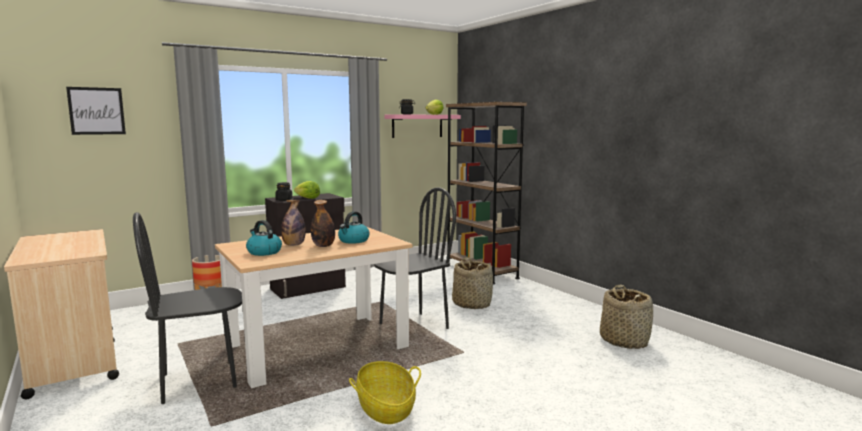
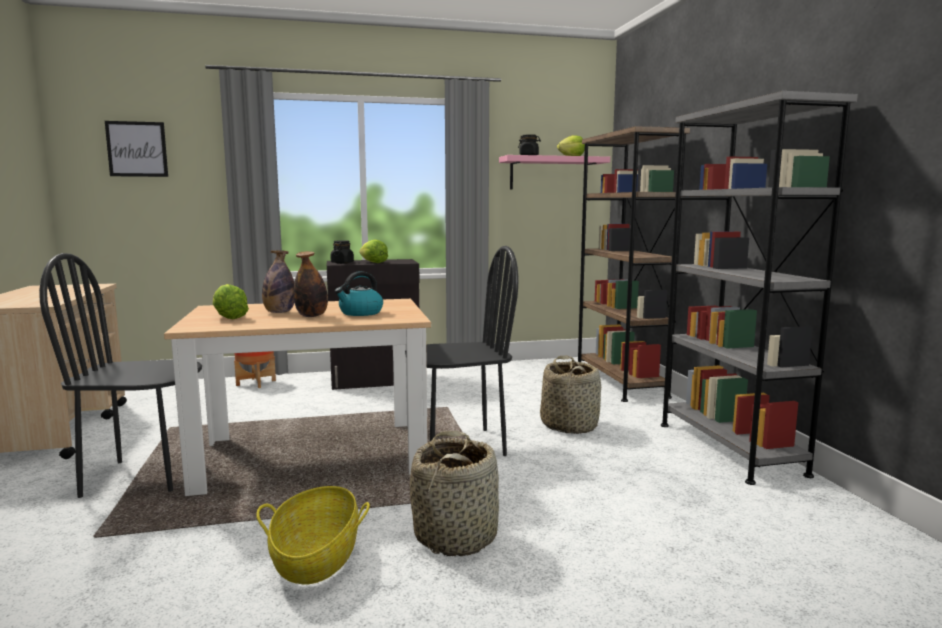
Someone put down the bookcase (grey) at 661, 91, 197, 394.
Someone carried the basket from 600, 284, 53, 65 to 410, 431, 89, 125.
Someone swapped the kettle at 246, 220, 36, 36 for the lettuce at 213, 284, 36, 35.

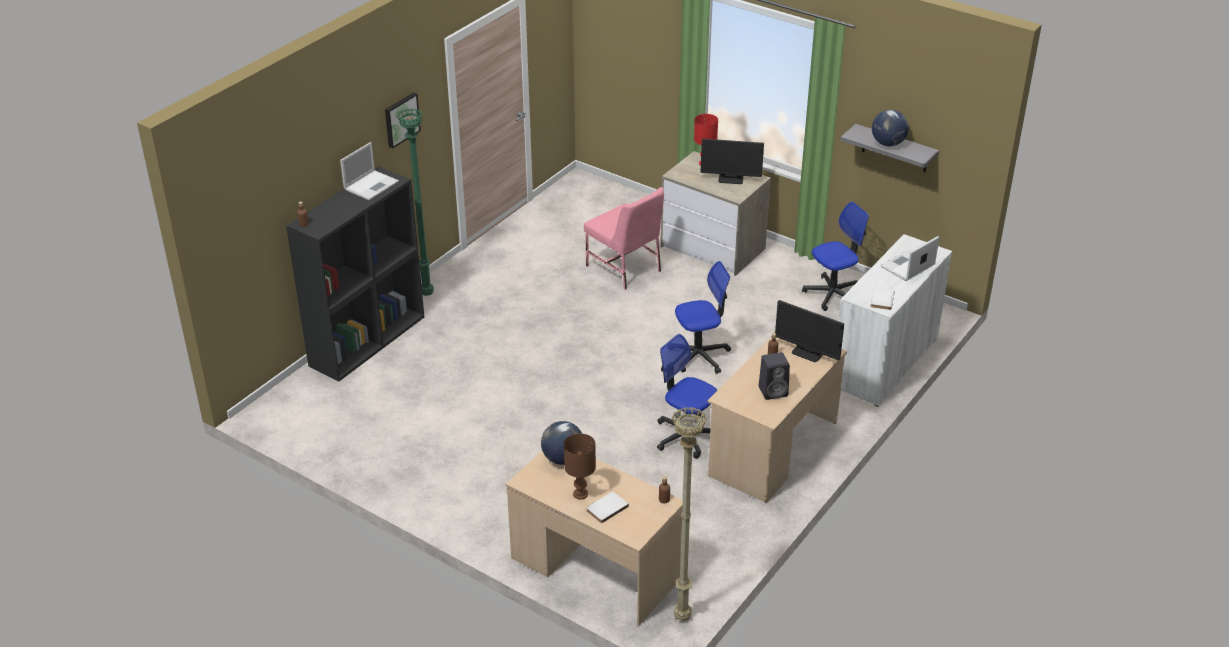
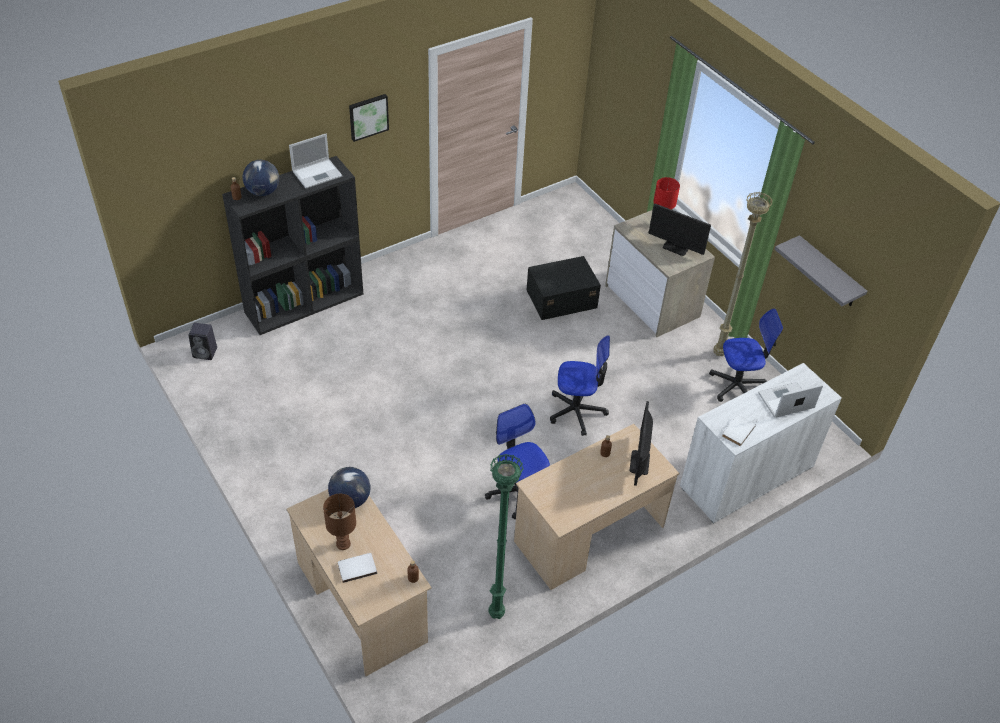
Someone carried the floor lamp (green) from 397, 108, 37, 188 to 489, 453, 34, 166.
Someone carried the floor lamp (beige) from 672, 407, 35, 214 to 713, 192, 60, 164.
Someone carried the speaker (black) from 759, 352, 31, 48 to 188, 323, 29, 37.
Someone carried the globe from 872, 110, 37, 36 to 243, 160, 36, 36.
Someone swapped the chair (pink) at 584, 187, 80, 103 for the storage box (black) at 527, 256, 74, 64.
Someone rotated the monitor at 775, 300, 69, 62 by 45 degrees clockwise.

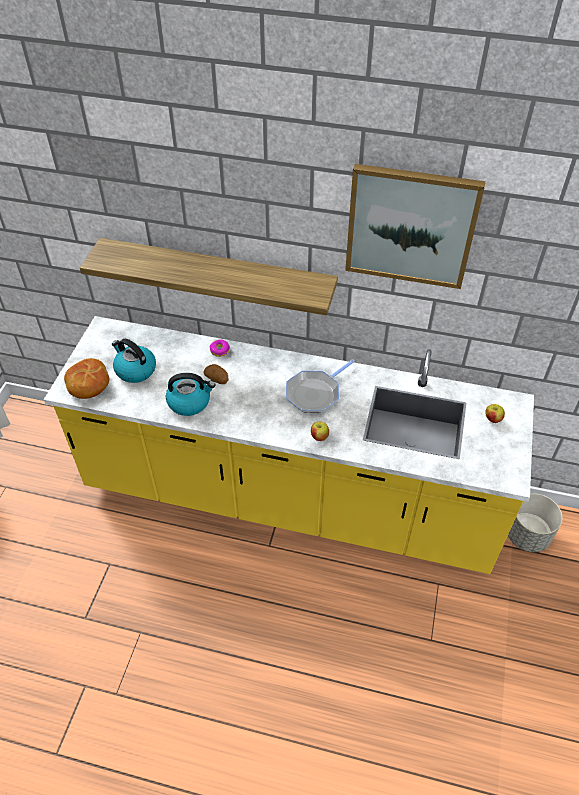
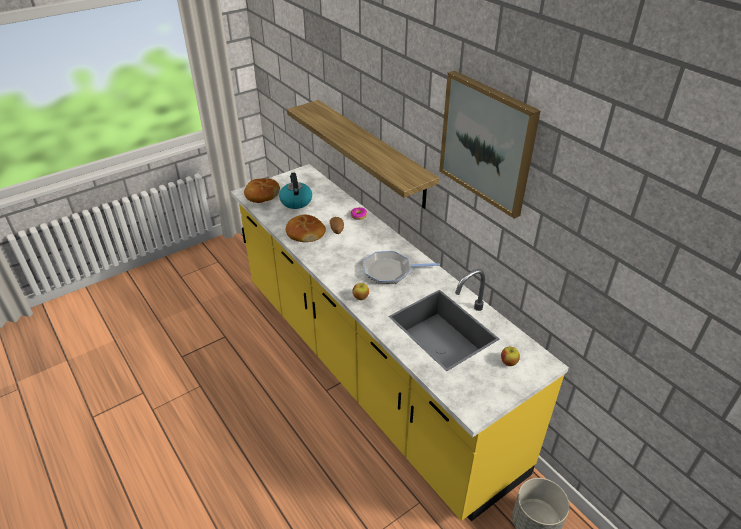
Someone swapped the kettle at 166, 373, 49, 43 for the bread at 286, 215, 40, 27.

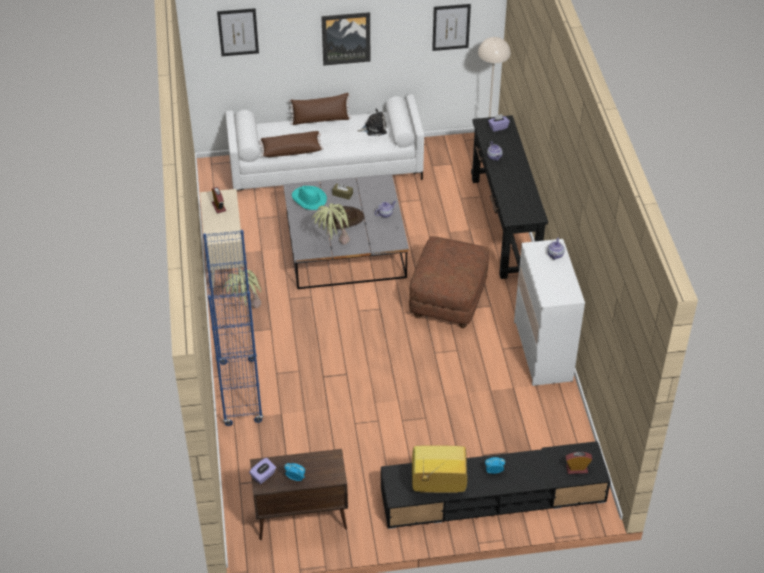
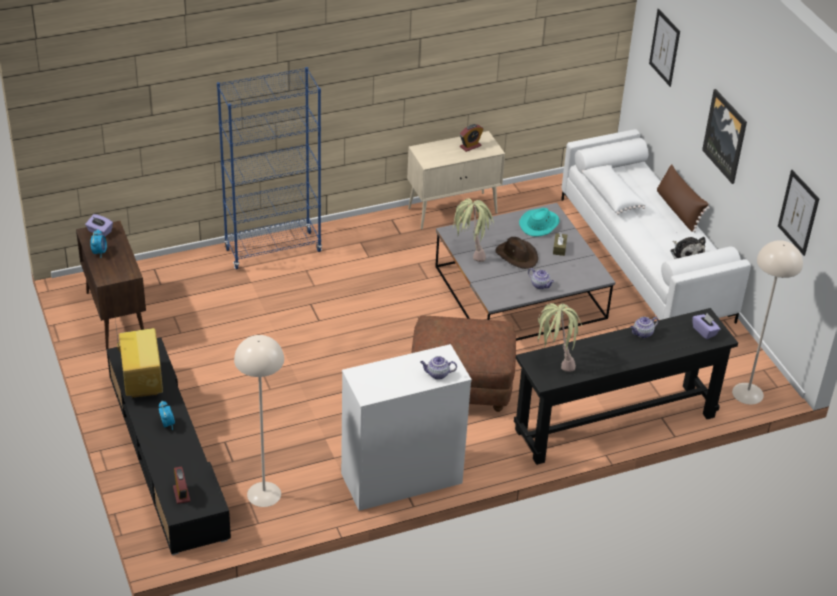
Someone put down the floor lamp (beige) at 234, 335, 50, 172.
Someone carried the potted plant from 223, 270, 38, 38 to 538, 303, 44, 69.
Someone repainted the pillow (brown) at 259, 131, 65, 26, which became the pillow (white) at 582, 165, 65, 50.

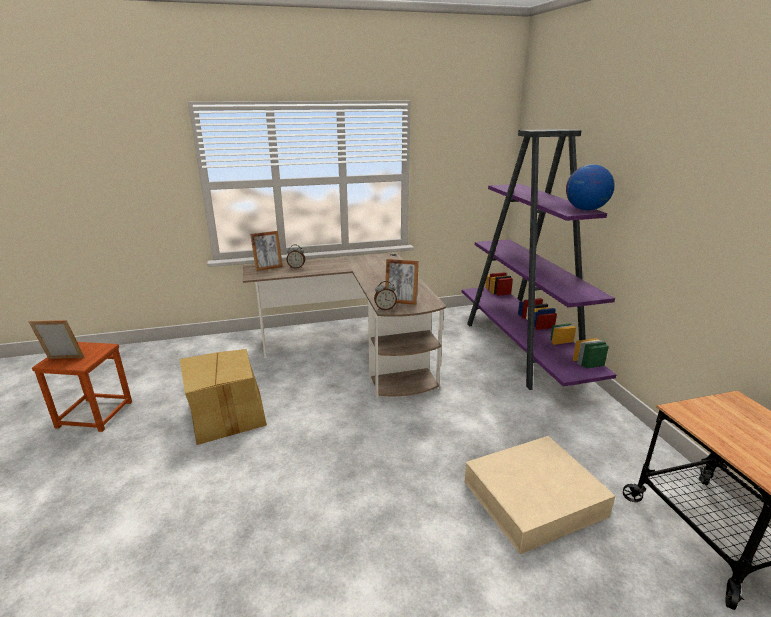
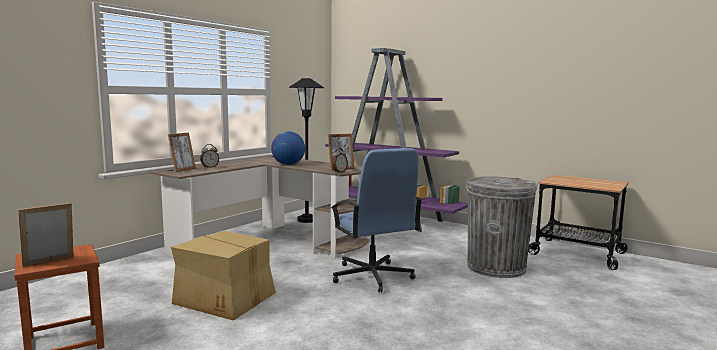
Someone put down the floor lamp (black) at 289, 78, 35, 145.
Someone put down the office chair (blue) at 331, 148, 91, 145.
Someone carried the globe from 566, 164, 49, 47 to 271, 131, 34, 34.
Someone swapped the storage box (beige) at 464, 436, 151, 118 for the trash can (grey) at 466, 176, 72, 102.

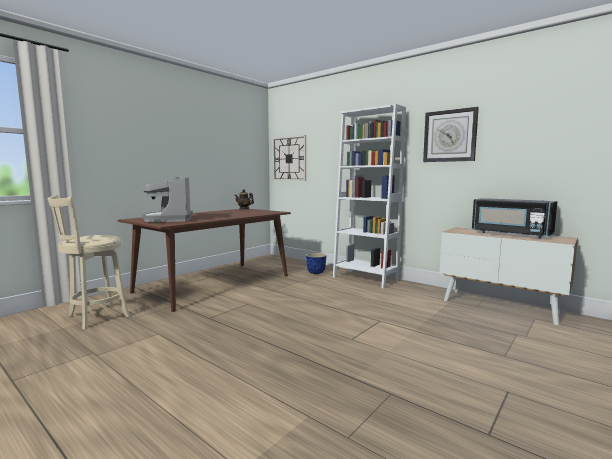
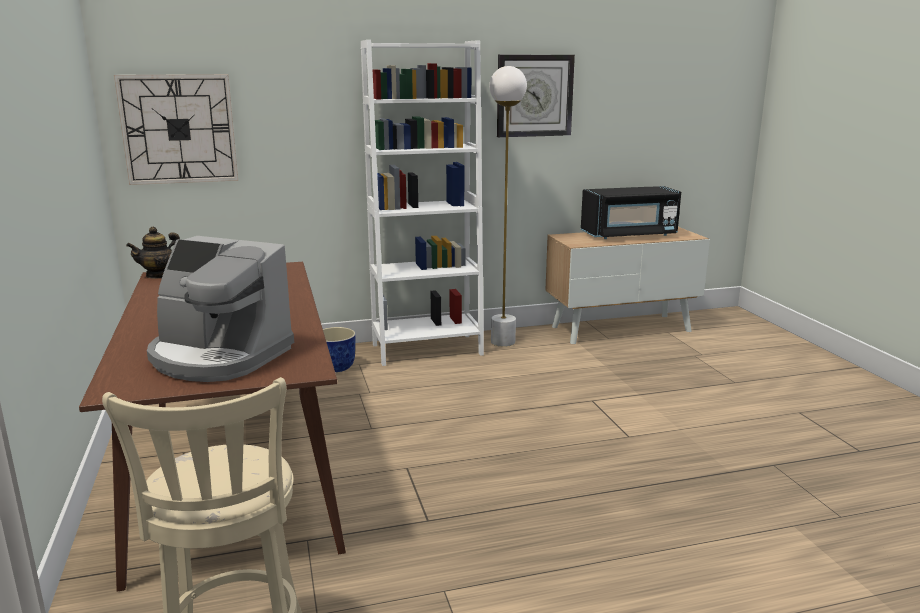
Someone put down the floor lamp (white) at 489, 66, 38, 281.

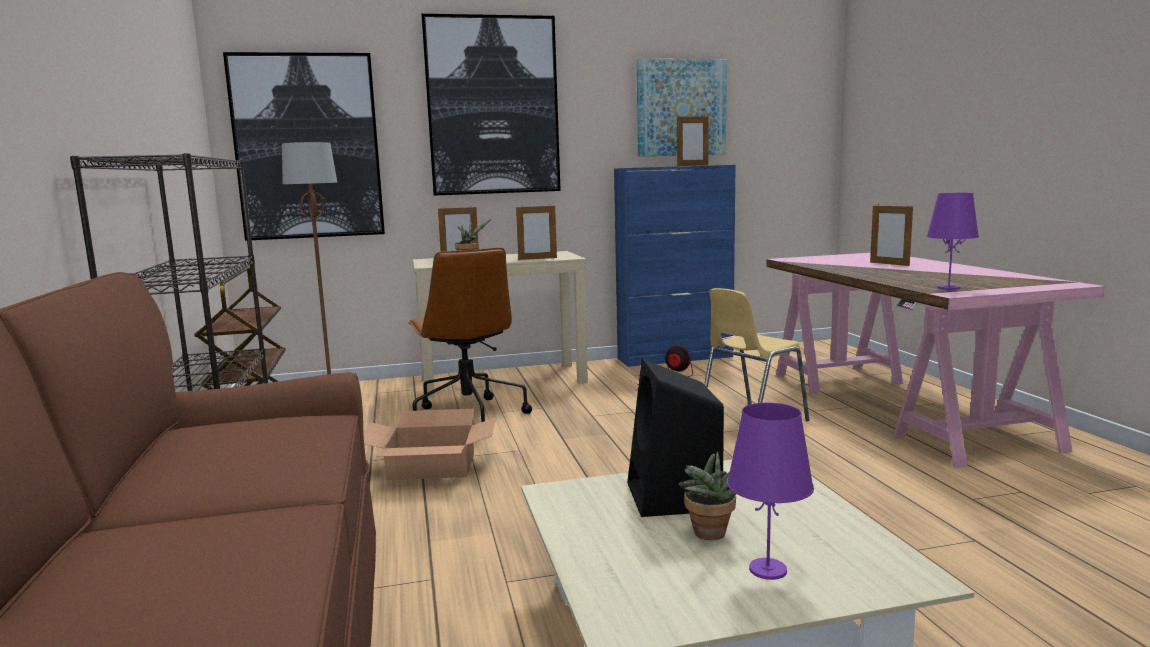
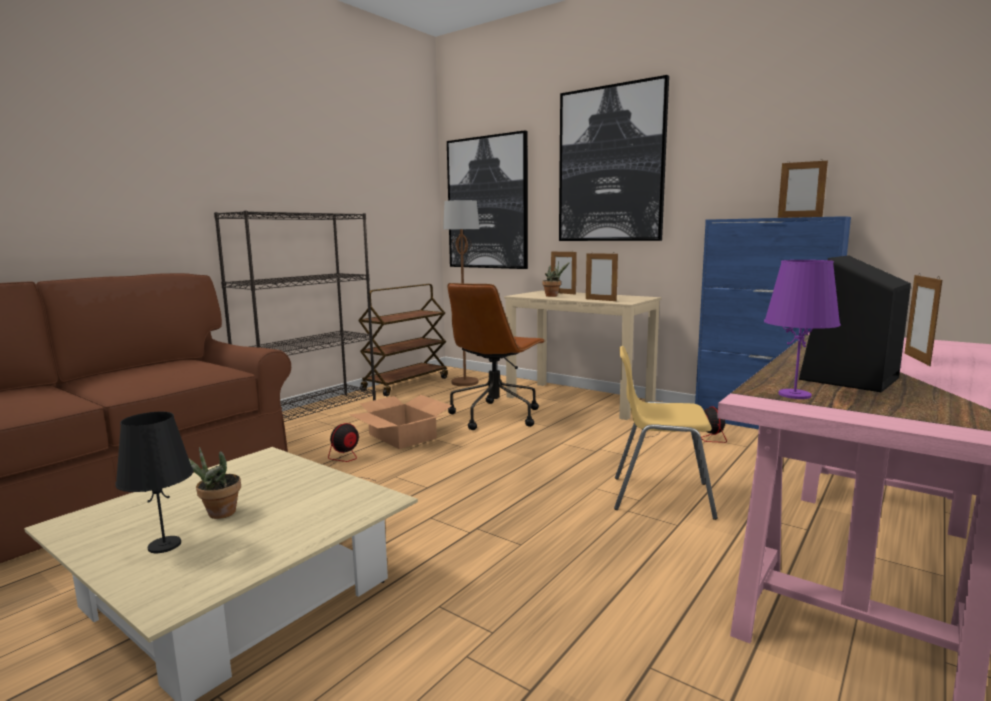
Someone took away the picture at 637, 59, 90, 98.
Someone put down the fan at 328, 423, 47, 58.
Someone carried the speaker (black) from 628, 359, 96, 158 to 799, 255, 112, 137.
Someone repainted the table lamp (purple) at 727, 403, 87, 177, which became the table lamp (black) at 115, 412, 78, 141.

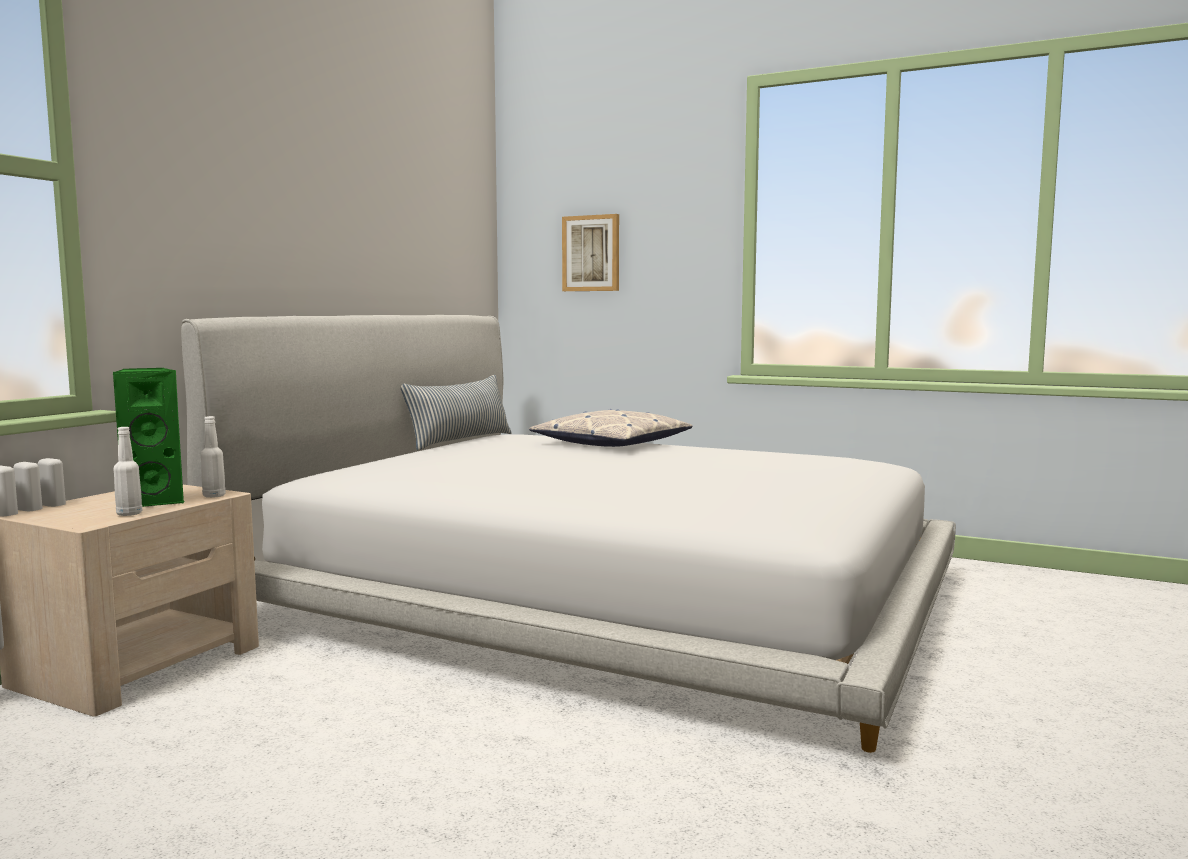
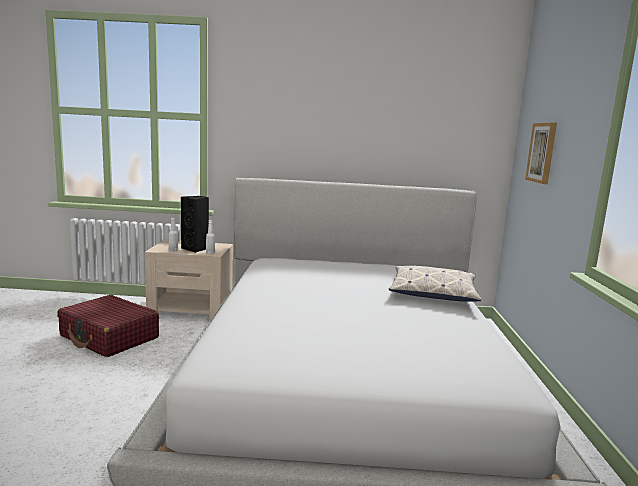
Someone took away the pillow at 401, 375, 111, 76.
Someone put down the suitcase (red) at 57, 295, 102, 62.
Someone repainted the speaker (green) at 113, 368, 72, 139, which became the speaker (black) at 181, 196, 28, 57.

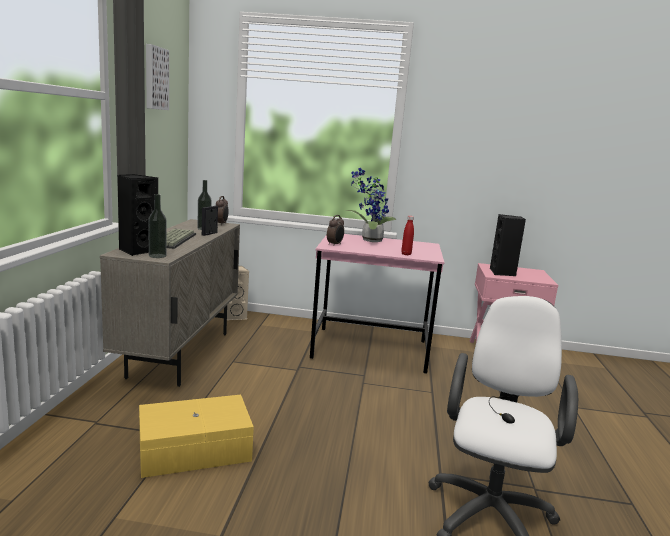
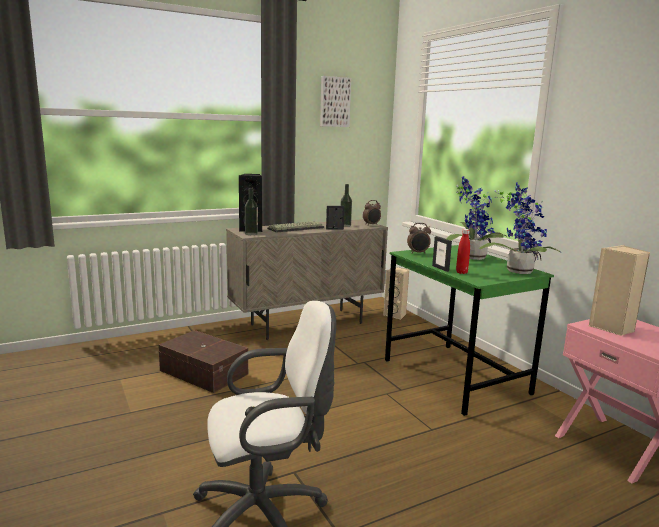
Someone put down the picture frame at 432, 236, 20, 36.
Someone put down the potted plant at 479, 182, 82, 92.
Someone repainted the storage box (yellow) at 139, 395, 115, 83, which became the storage box (brown) at 158, 330, 90, 63.
Someone repainted the desk (pink) at 310, 234, 134, 140, which became the desk (green) at 385, 245, 169, 171.
Someone repainted the speaker (black) at 490, 214, 36, 62, which became the speaker (beige) at 589, 245, 61, 91.

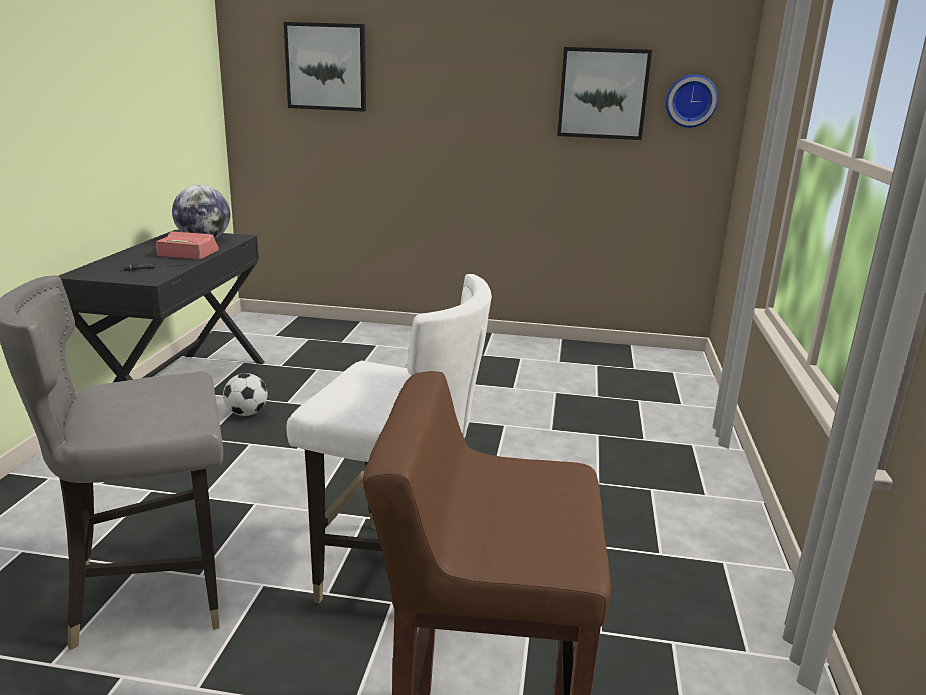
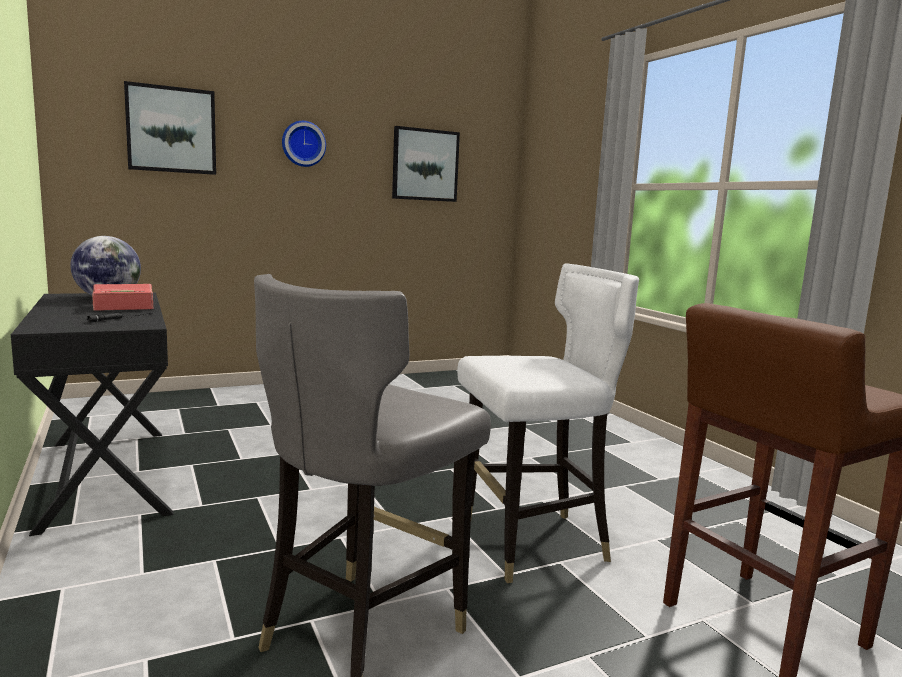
Someone took away the football at 223, 373, 45, 43.
Someone carried the wall clock from 666, 74, 52, 54 to 282, 121, 44, 46.

